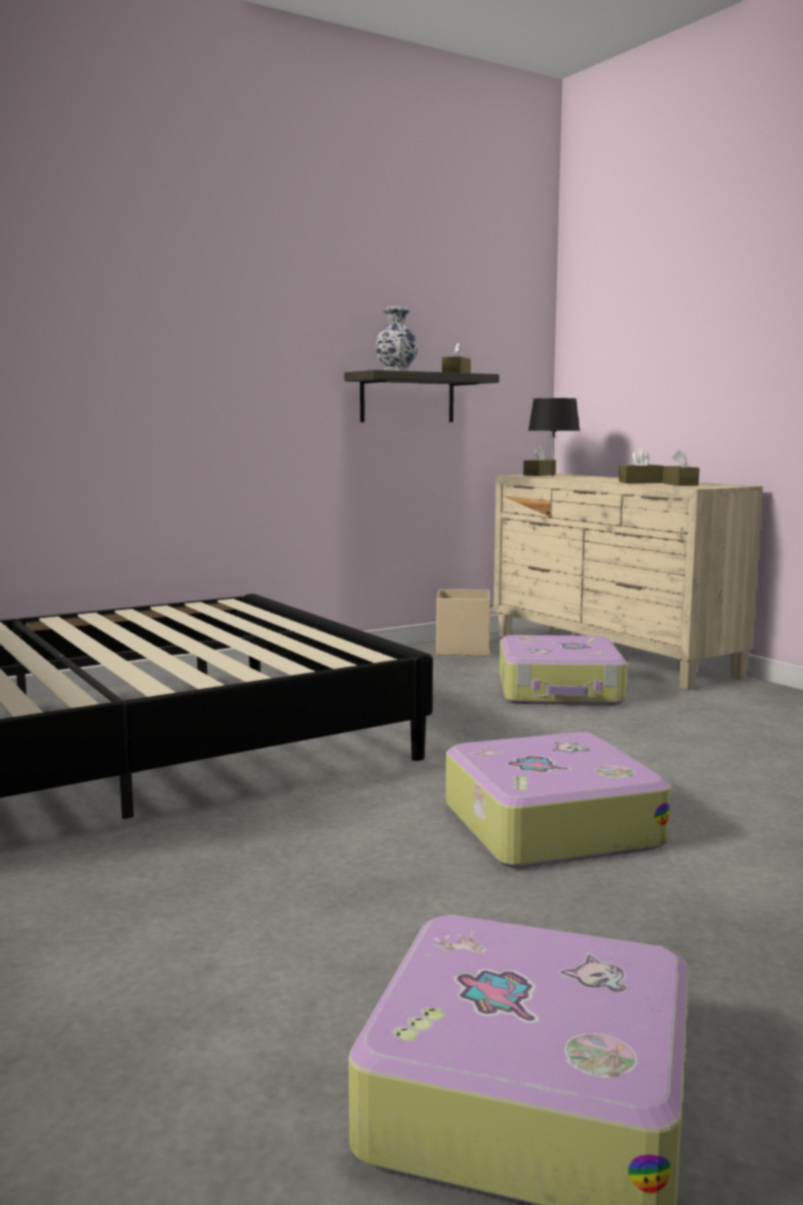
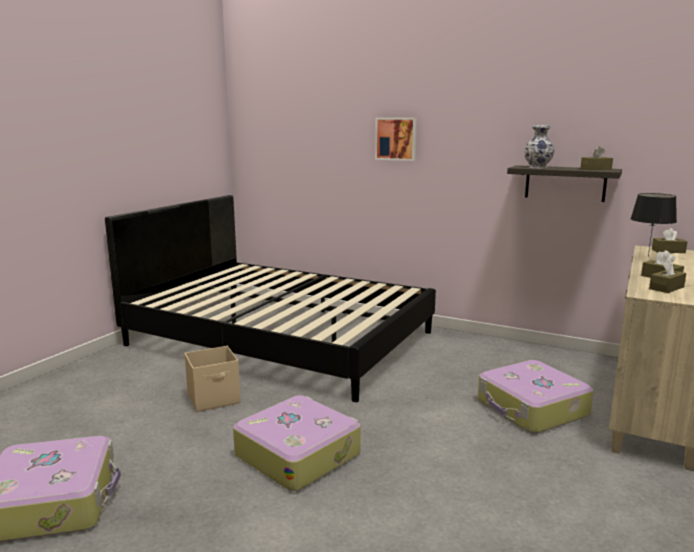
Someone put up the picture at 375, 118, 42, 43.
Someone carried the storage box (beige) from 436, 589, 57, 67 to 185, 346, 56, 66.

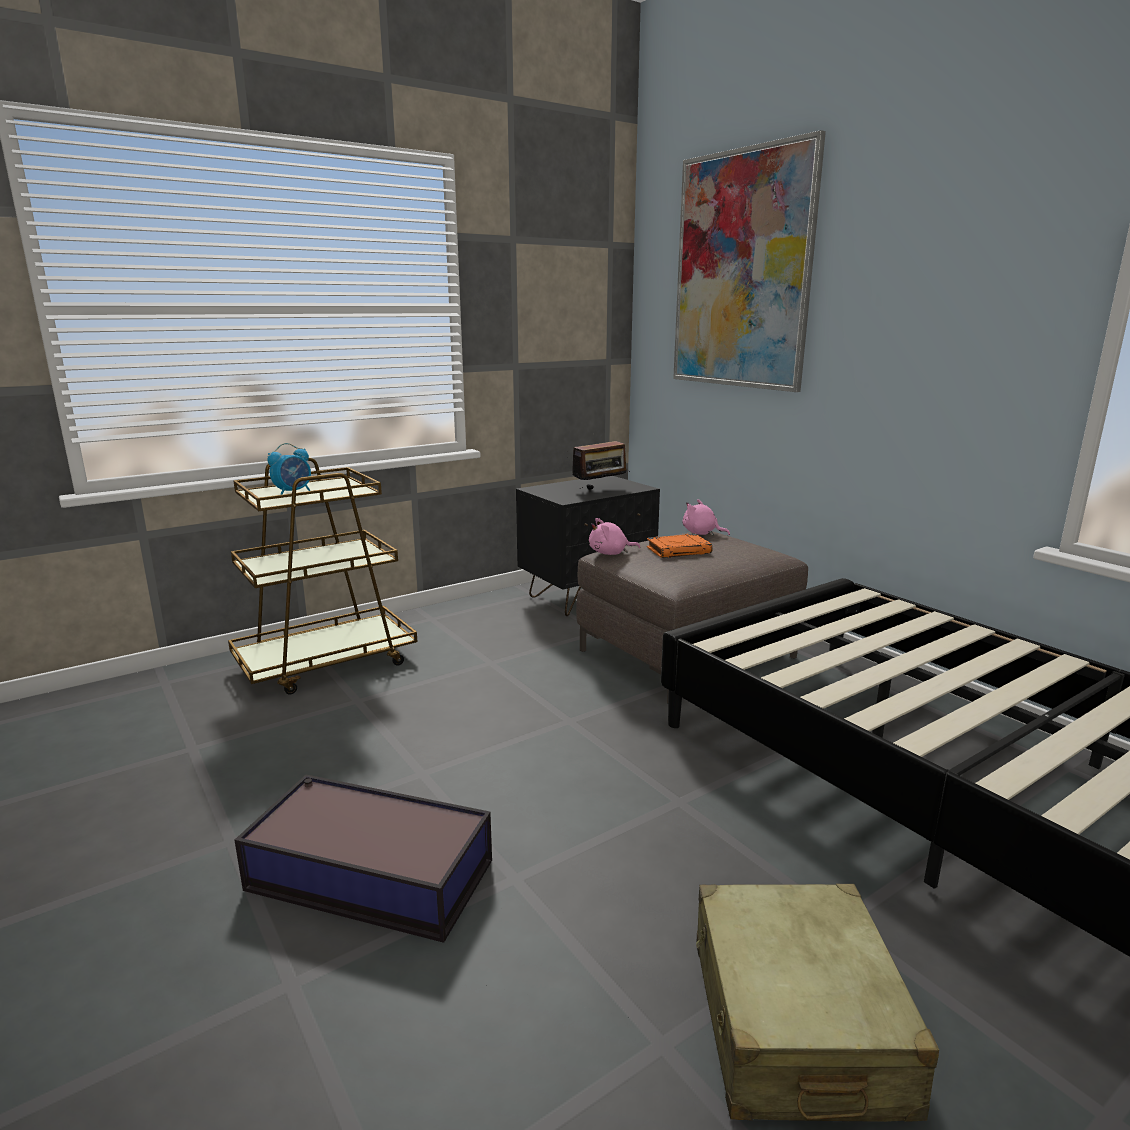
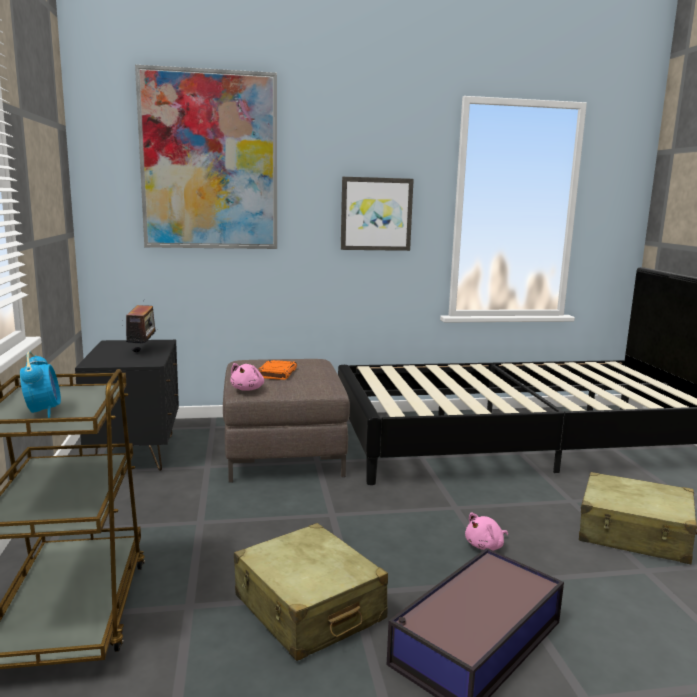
Someone put down the suitcase (beige) at 234, 523, 154, 138.
Someone put up the picture at 341, 177, 73, 74.
Someone carried the plush toy (pink) from 683, 499, 47, 37 to 465, 513, 43, 37.

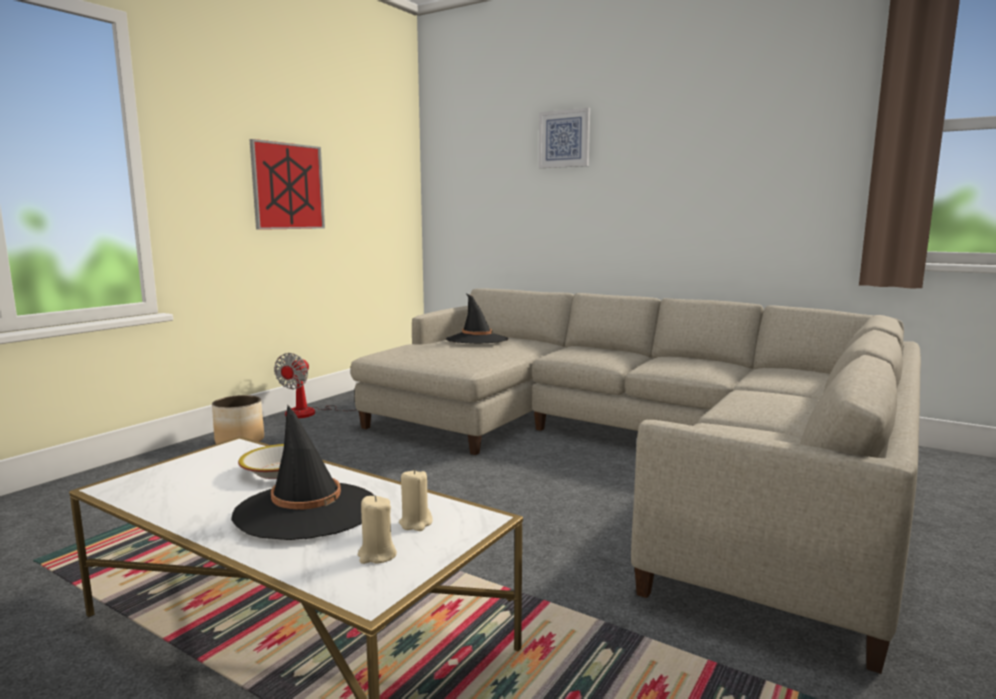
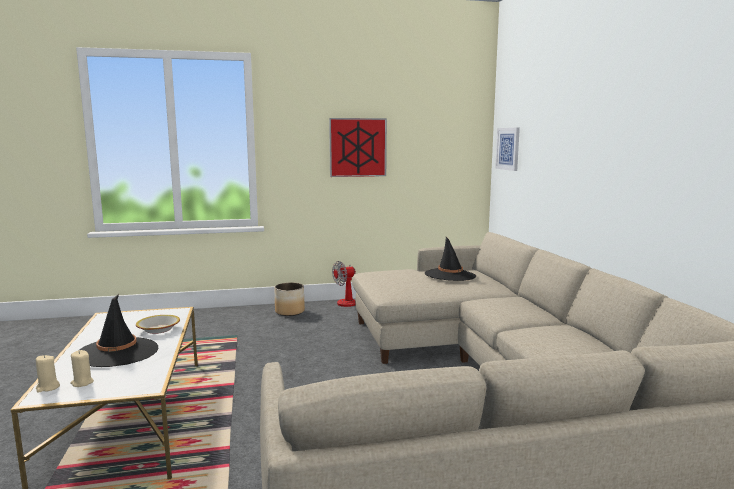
Someone carried the candle (beige) from 399, 469, 34, 62 to 36, 355, 24, 38.
Someone carried the picture from 539, 107, 51, 61 to 495, 128, 25, 43.

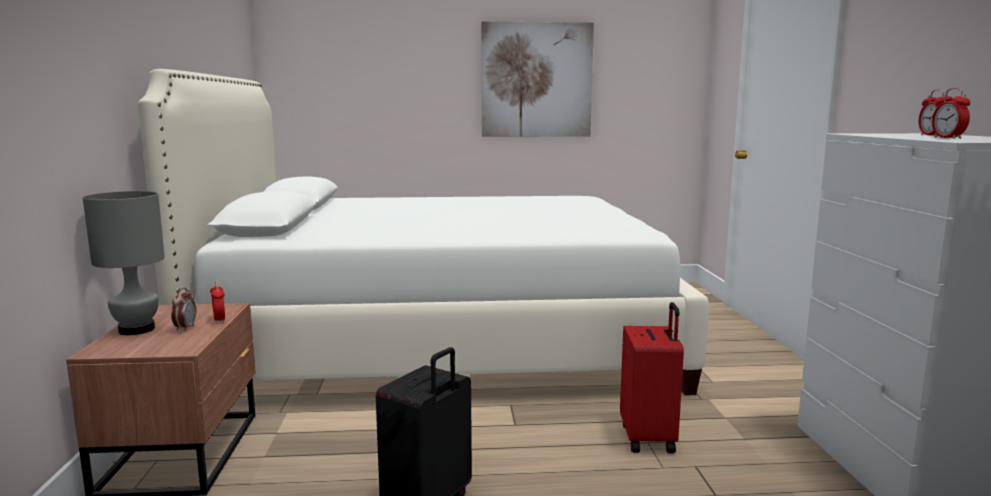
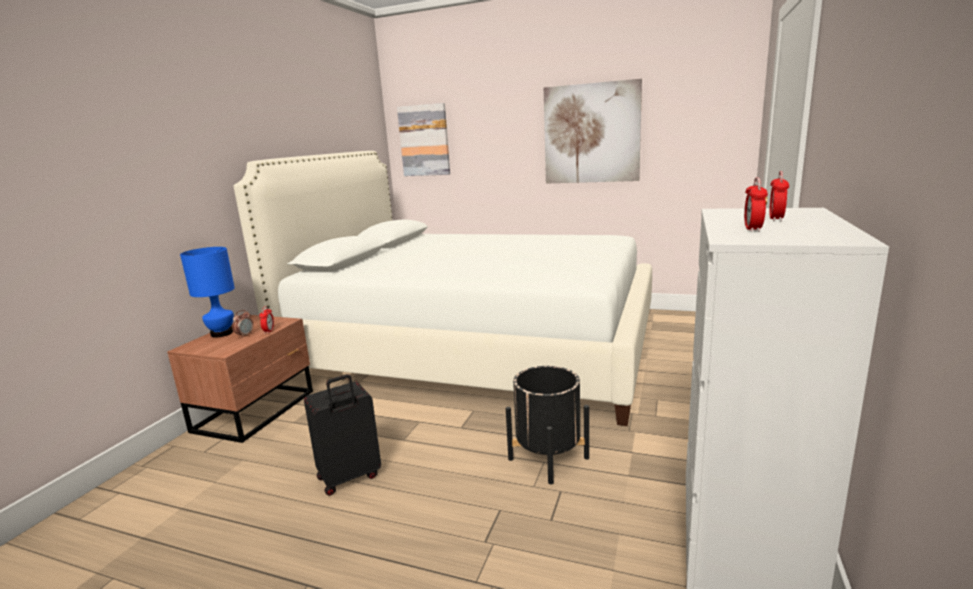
Someone put up the picture at 397, 103, 53, 73.
Someone swapped the suitcase (red) at 620, 302, 64, 151 for the planter (black) at 506, 366, 83, 118.
Someone repainted the table lamp (grey) at 83, 191, 82, 144, which became the table lamp (blue) at 180, 247, 55, 91.

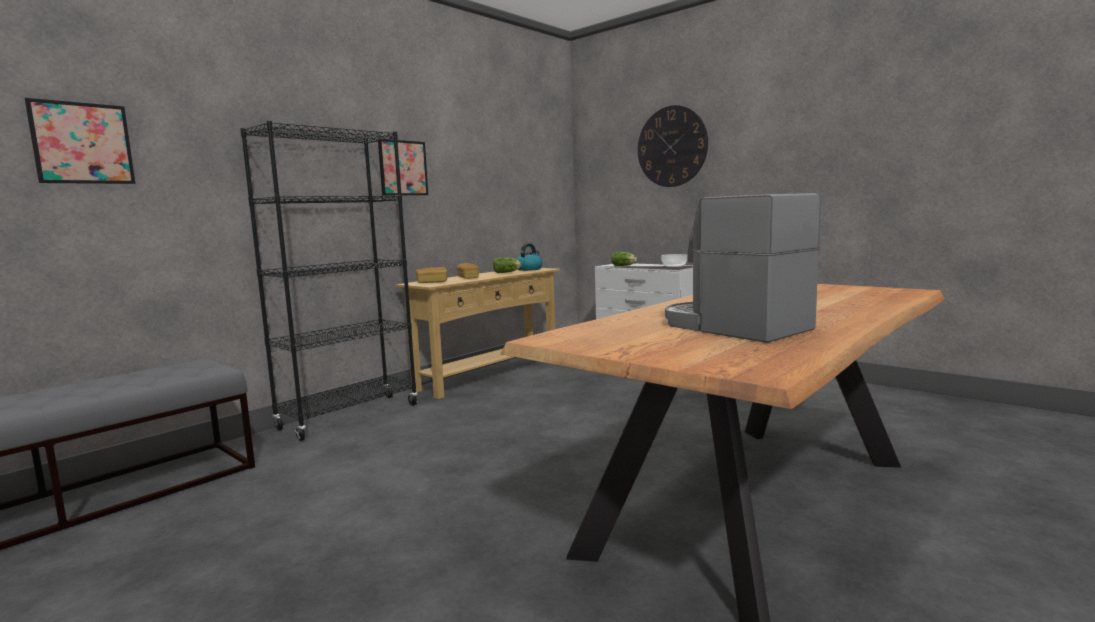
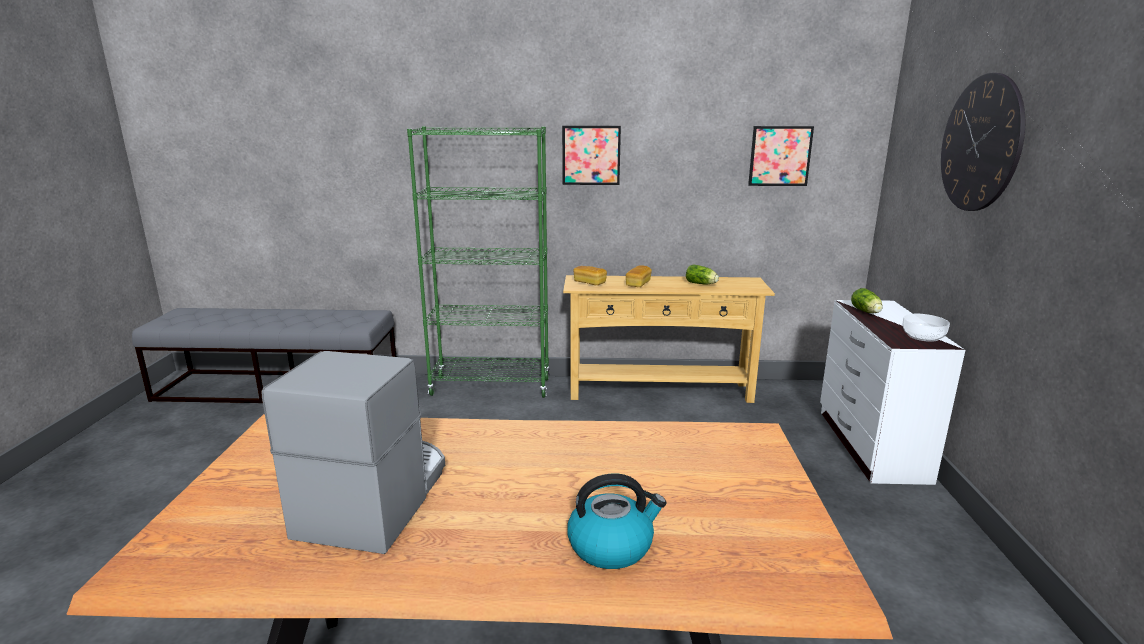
Someone carried the picture from 25, 98, 110, 86 to 748, 126, 66, 60.
Someone carried the kettle from 516, 243, 27, 28 to 567, 473, 99, 96.
Someone repainted the bookcase (black) at 240, 121, 178, 320, which became the bookcase (green) at 407, 126, 143, 272.

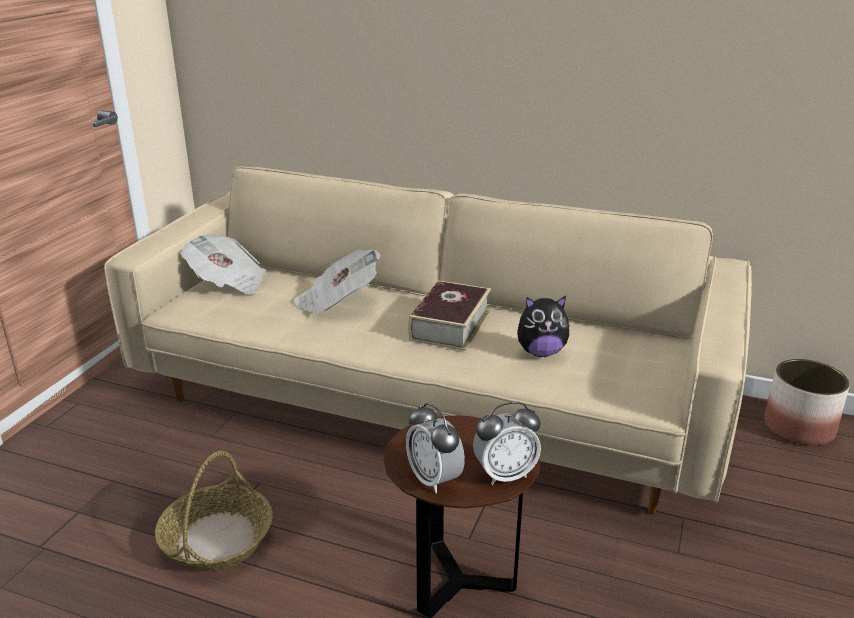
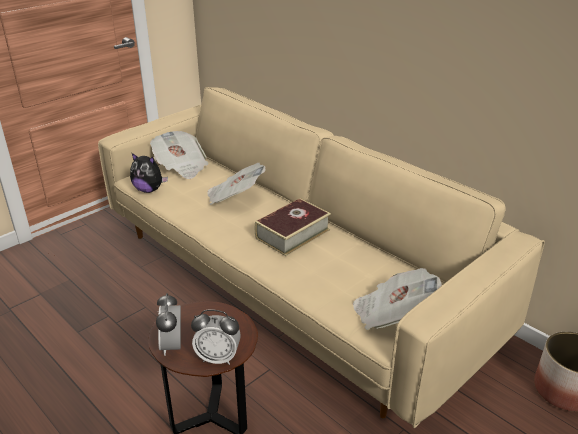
Someone took away the basket at 155, 451, 118, 120.
Someone put down the newspaper at 353, 268, 89, 62.
Someone carried the plush toy from 517, 296, 53, 61 to 130, 153, 38, 40.

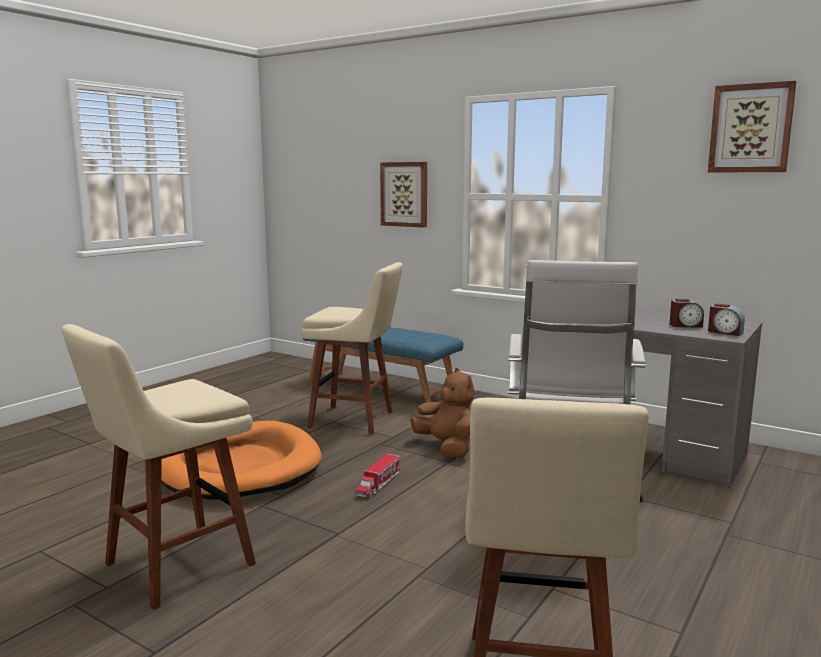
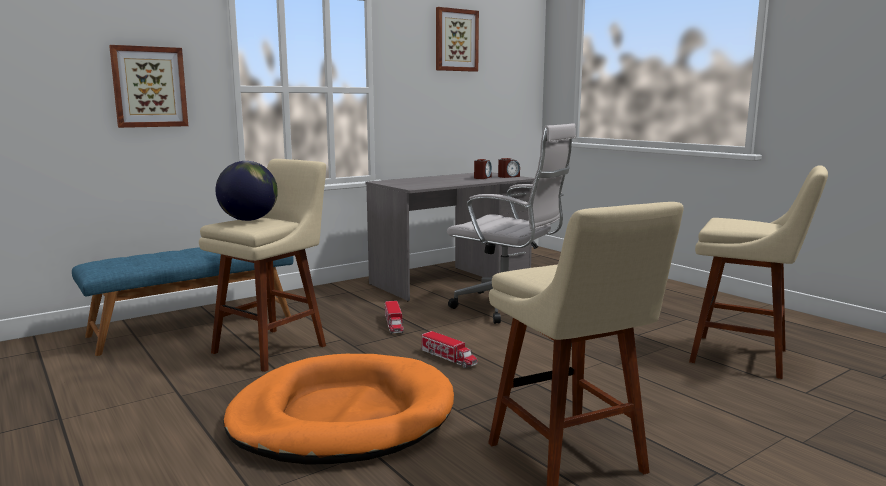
Someone put down the globe at 216, 161, 62, 60.
Someone swapped the plush toy (brown) at 410, 368, 64, 90 for the toy truck at 385, 301, 19, 33.

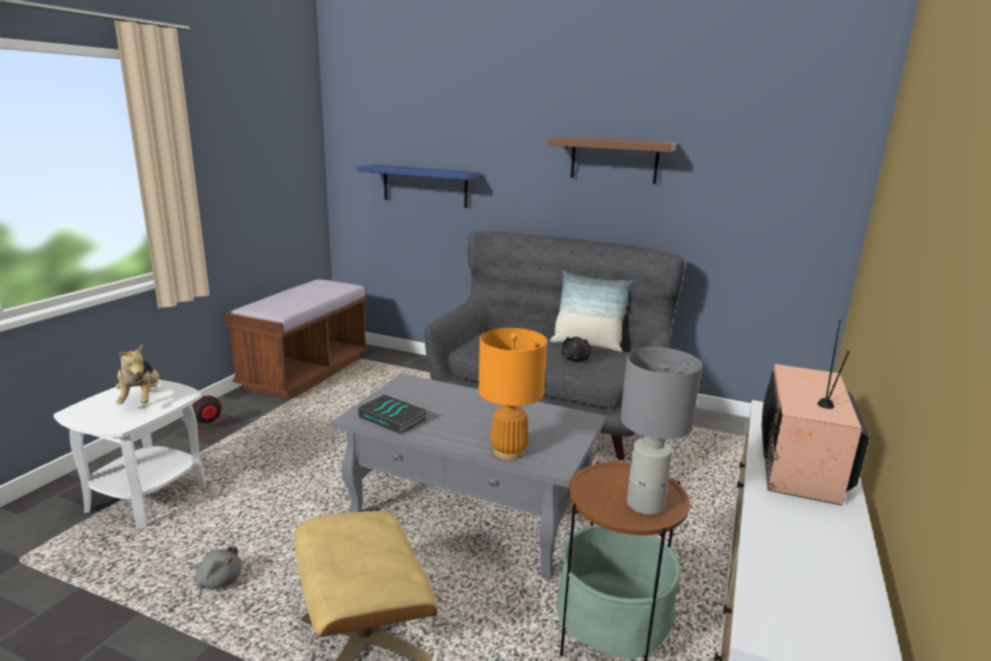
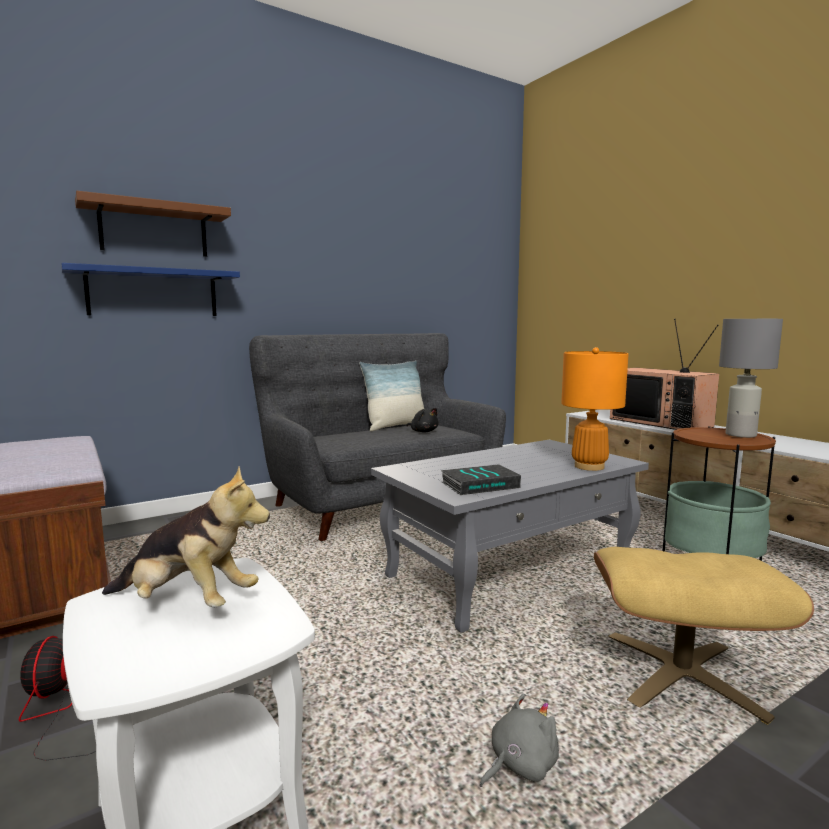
Someone carried the shelf (brown) from 548, 137, 129, 47 to 75, 191, 156, 66.

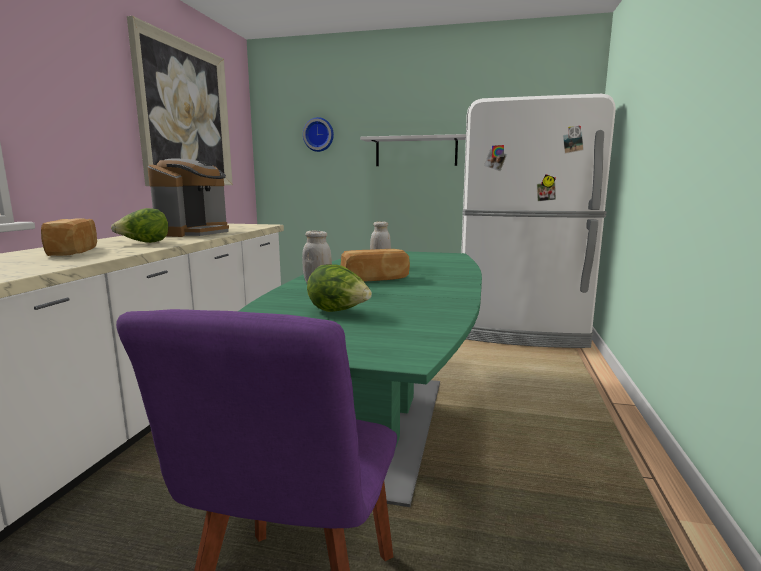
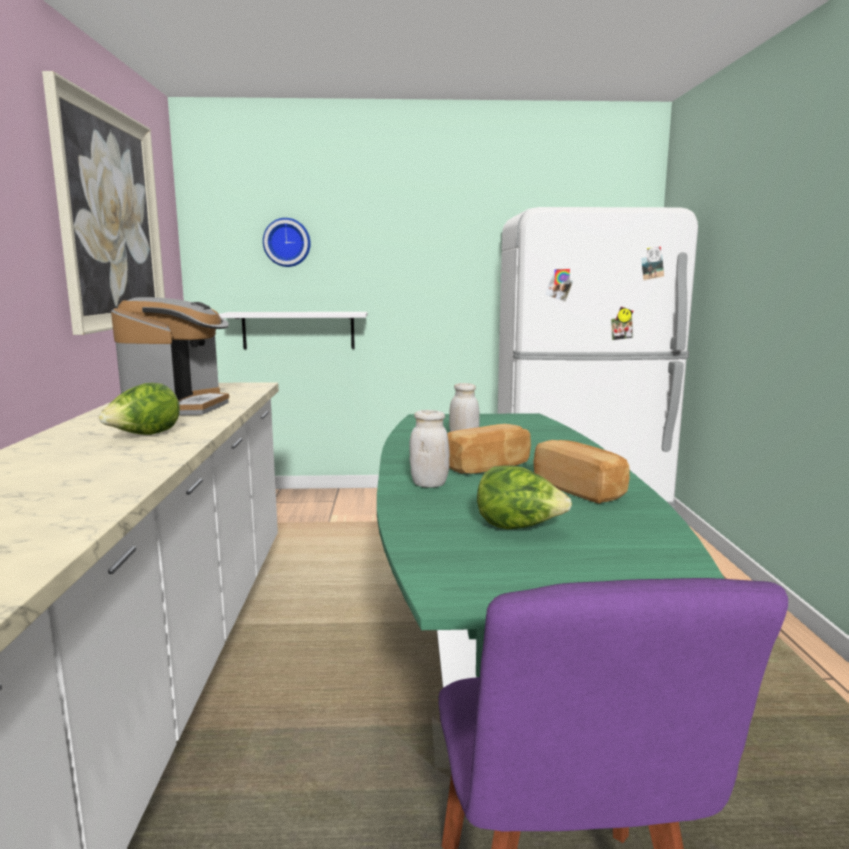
Someone carried the bread from 41, 218, 56, 38 to 533, 440, 97, 64.
Someone carried the shelf (white) from 360, 134, 106, 32 to 219, 312, 149, 37.

